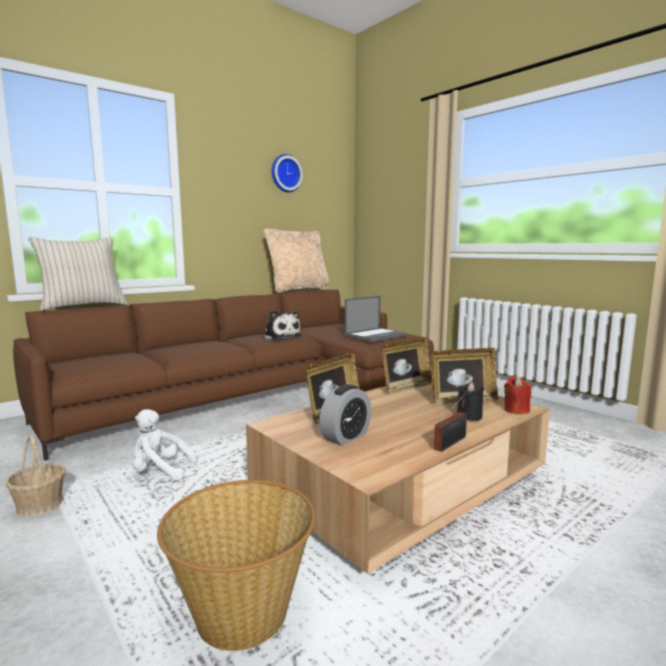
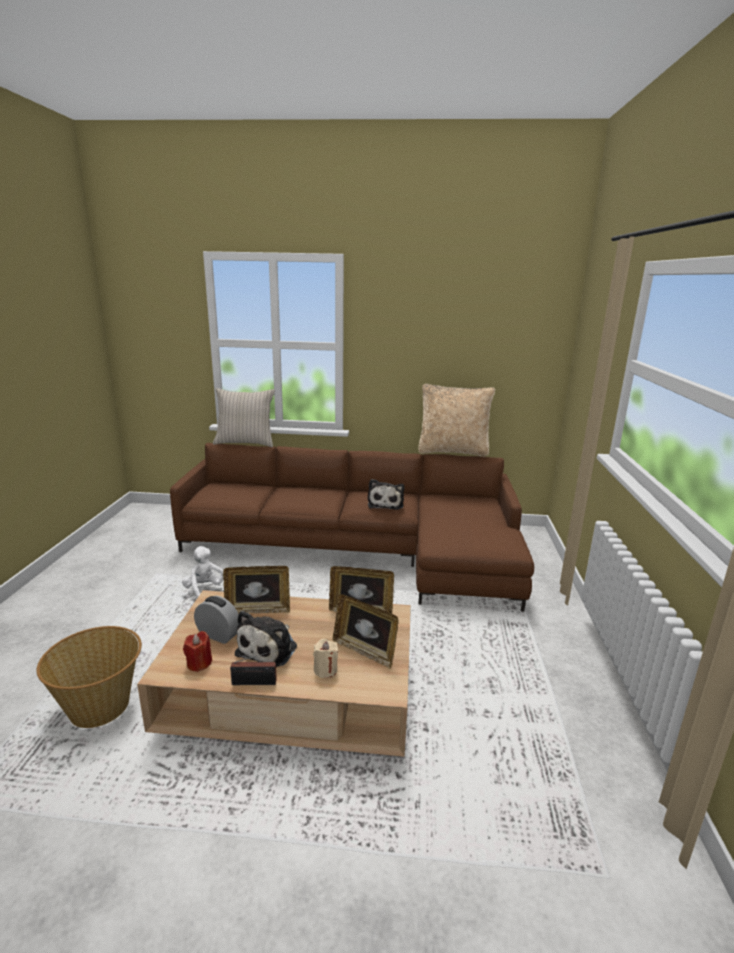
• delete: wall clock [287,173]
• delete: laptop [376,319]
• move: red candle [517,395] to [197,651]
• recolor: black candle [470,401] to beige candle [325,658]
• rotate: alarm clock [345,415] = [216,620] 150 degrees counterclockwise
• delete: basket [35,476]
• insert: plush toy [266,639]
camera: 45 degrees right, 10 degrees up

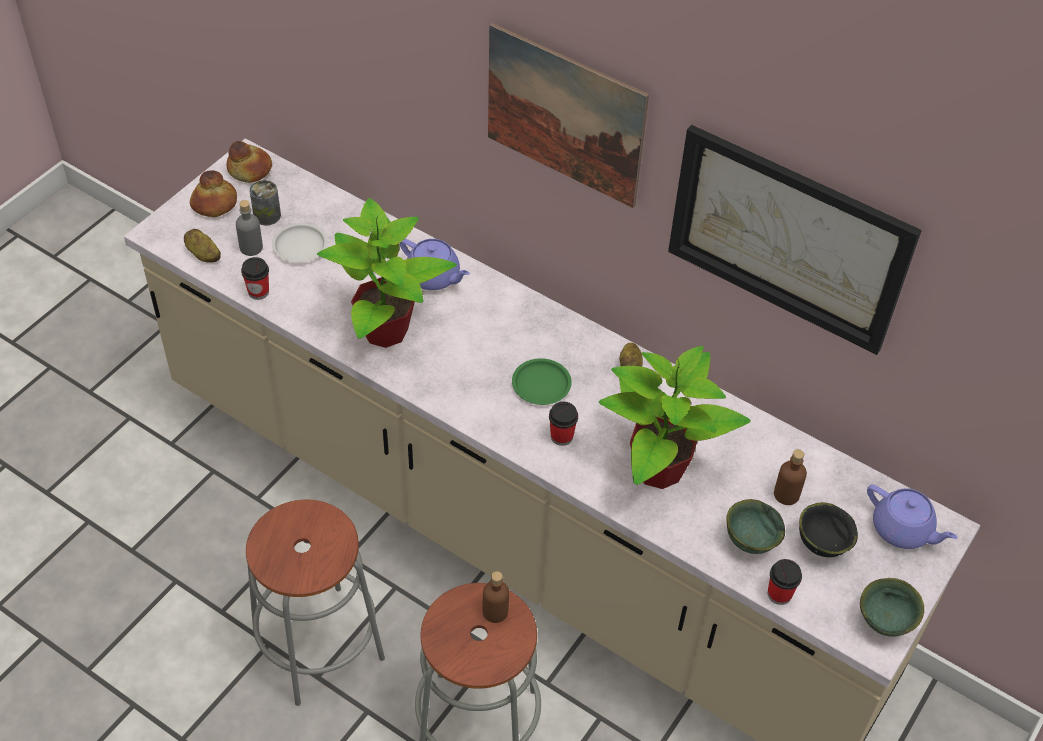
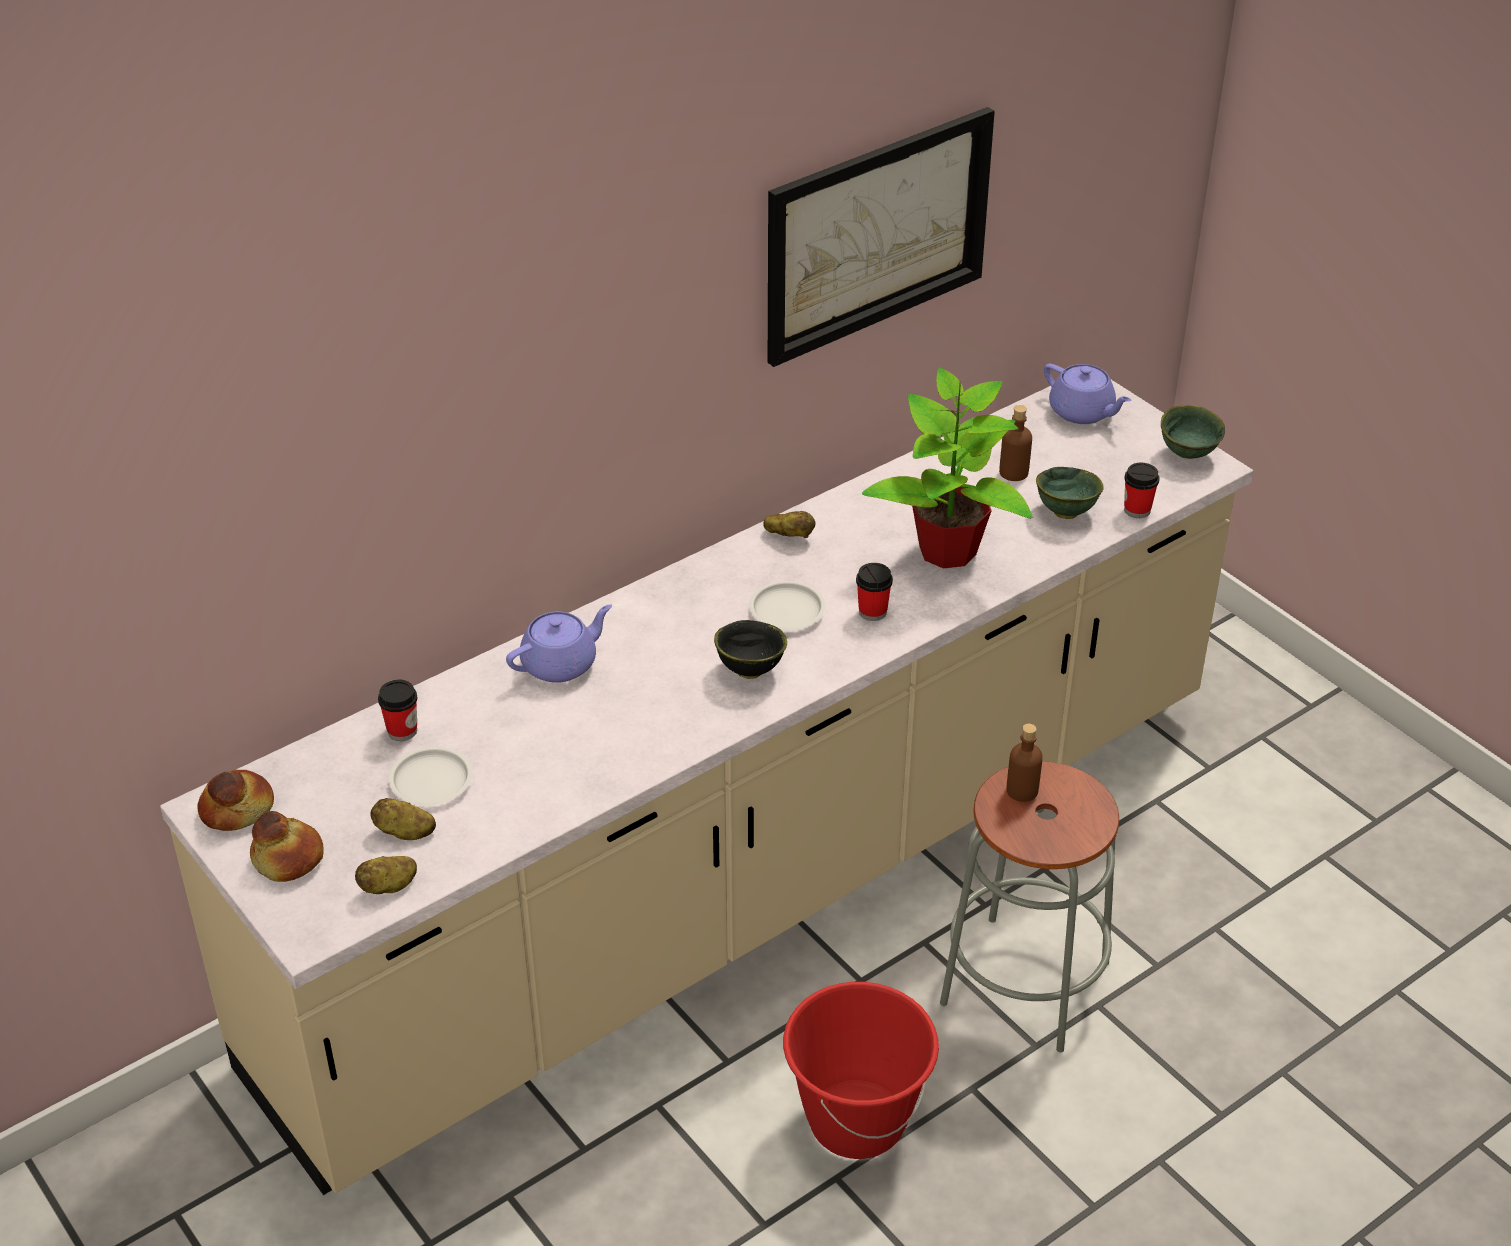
• delete: picture [568,115]
• delete: can [265,202]
• delete: potted plant [387,273]
• replace: grey bottle [249,228] to potato [403,819]
• move: cup [255,278] to [397,710]
• recolor: green plate [542,381] to white plate [787,605]
• rotate: purple teapot [912,517] = [1087,394] 75 degrees clockwise
• replace: grey stool [315,603] to red bucket [861,1070]
• move: black bowl [828,529] to [750,649]
camera: 70 degrees left, 10 degrees down

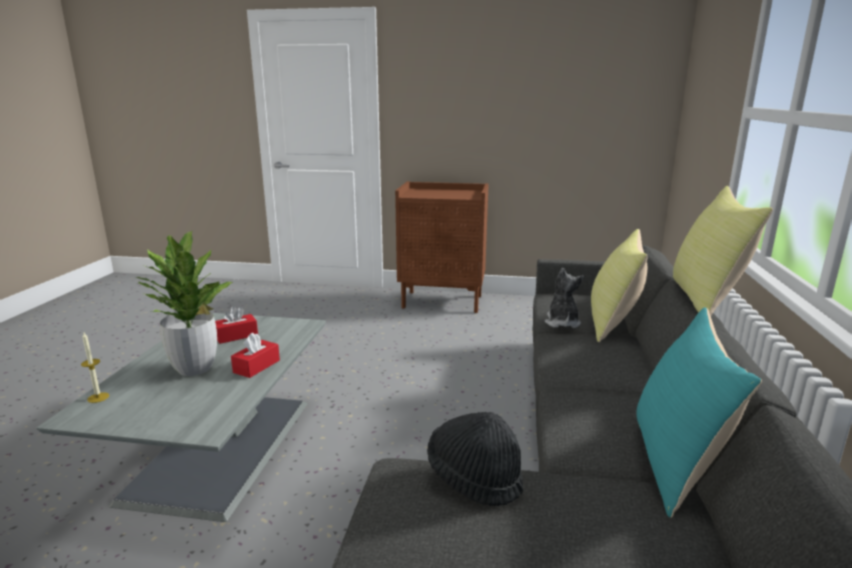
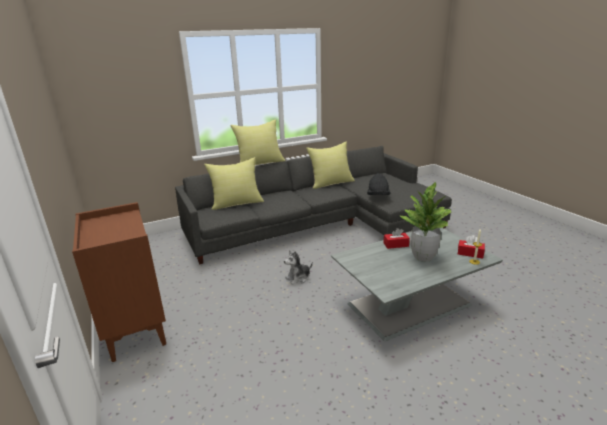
• move: plush toy [564,298] to [298,267]
• move: red tissue box [236,325] to [471,247]
• recolor: turquoise pillow [699,412] to yellow pillow [330,165]
camera: 125 degrees left, 5 degrees up

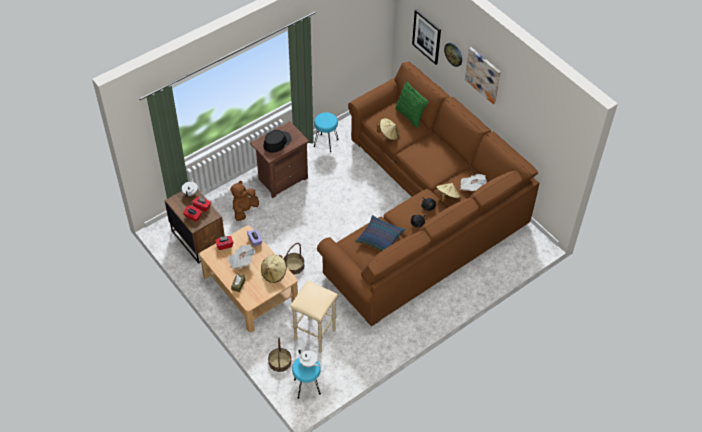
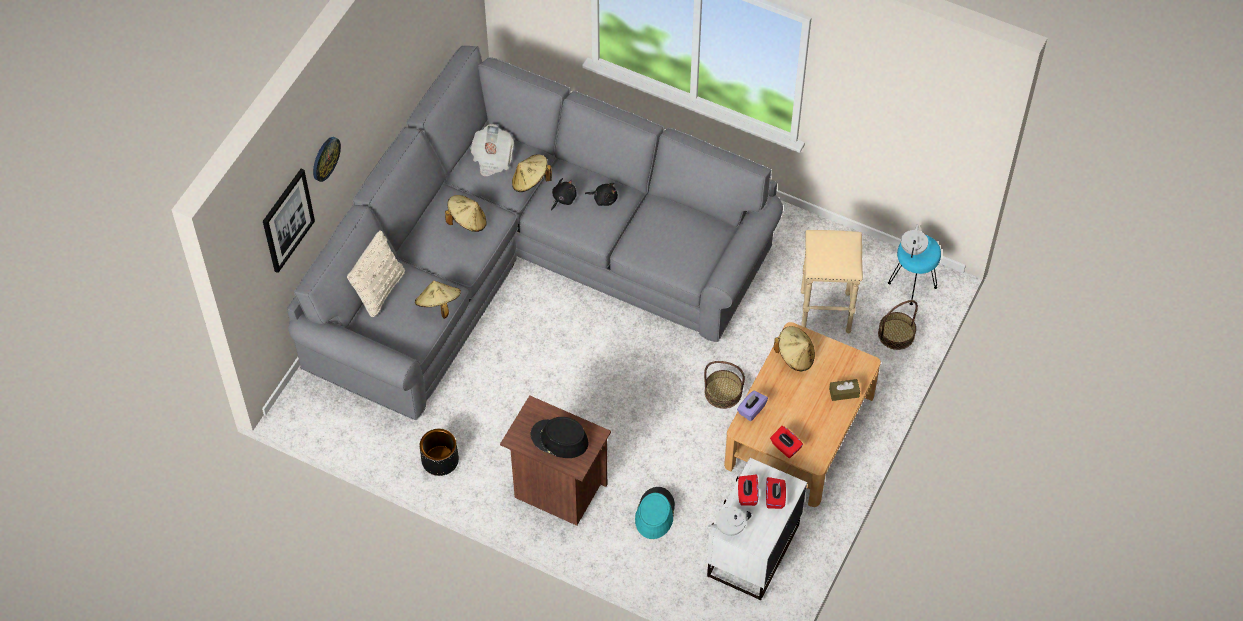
• delete: picture [483,75]
• recolor: brown sofa [428,194] to grey sofa [535,232]
• recolor: green pillow [412,105] to beige pillow [376,273]
• replace: turquoise stool [326,132] to black planter [439,452]
• replace: brown plush toy [244,201] to turquoise hat [655,513]
• recolor: brown nightstand [194,227] to white nightstand [757,529]
• delete: blue pillow [380,233]
• delete: newspaper [241,257]
• insert: beige hat [466,213]
camera: 115 degrees left, 5 degrees up

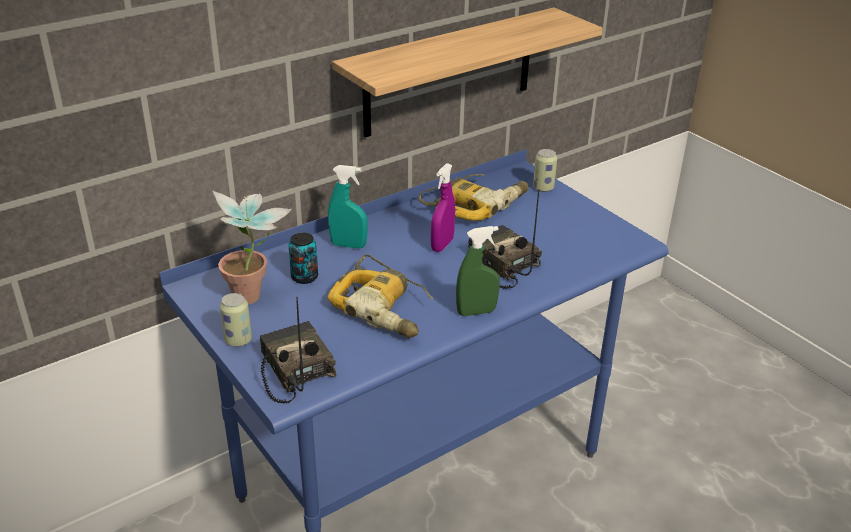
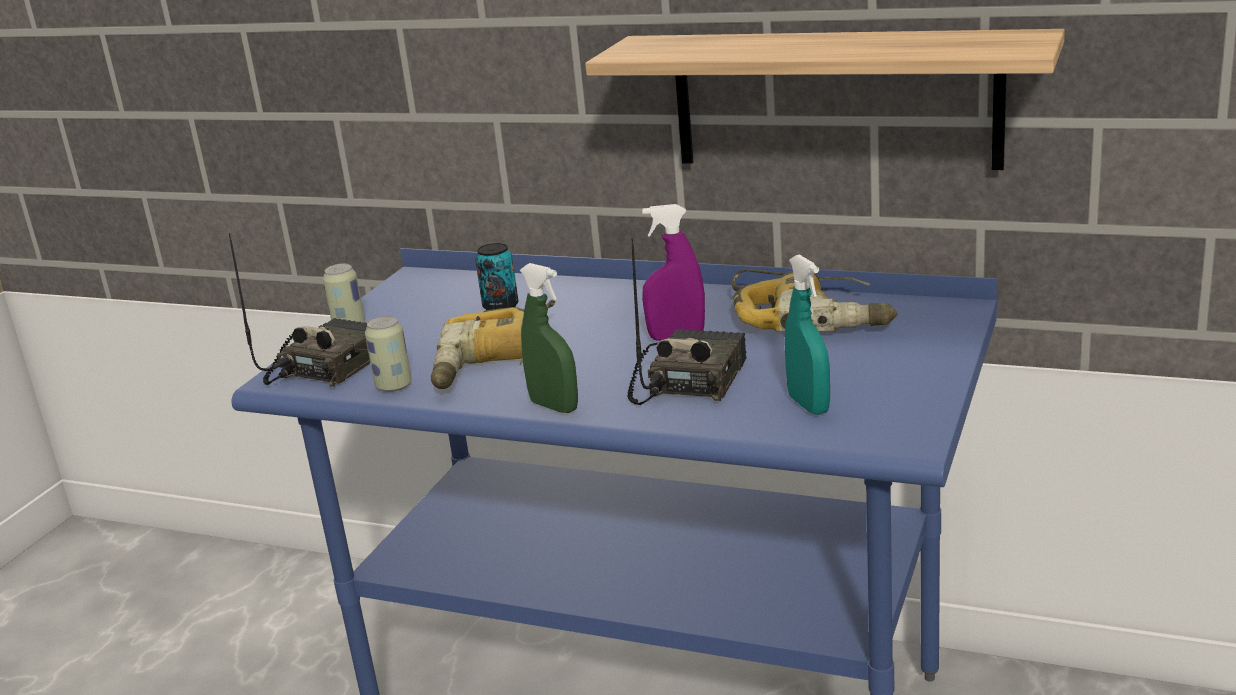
• move: can [545,170] to [388,354]
• move: turquoise spray bottle [348,207] to [807,335]
• delete: potted plant [252,247]
camera: 60 degrees right, 10 degrees down

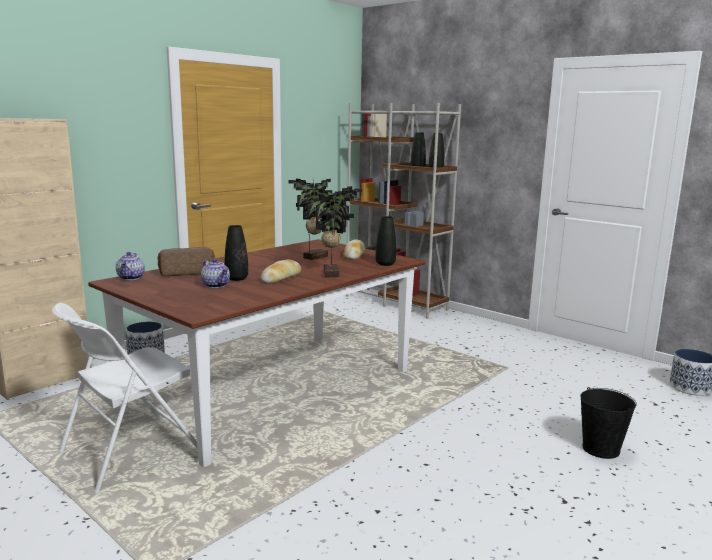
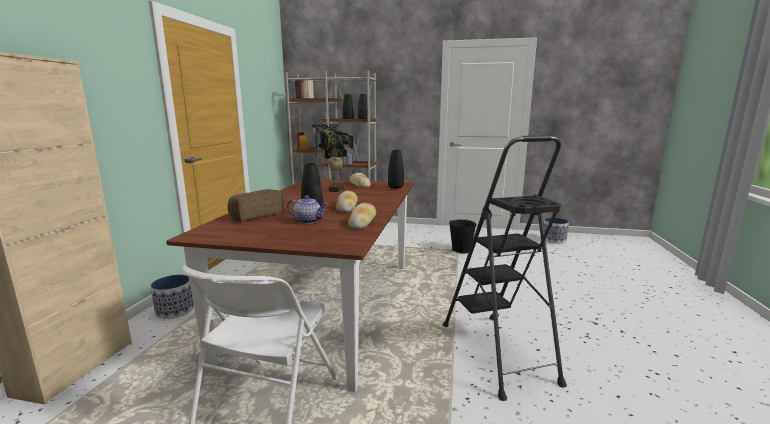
• delete: potted plant [335,231]
• delete: teapot [130,266]
• move: black bucket [608,423] to [462,236]
• insert: step ladder [504,268]
• insert: bread [362,216]
camera: 30 degrees left, 0 degrees up

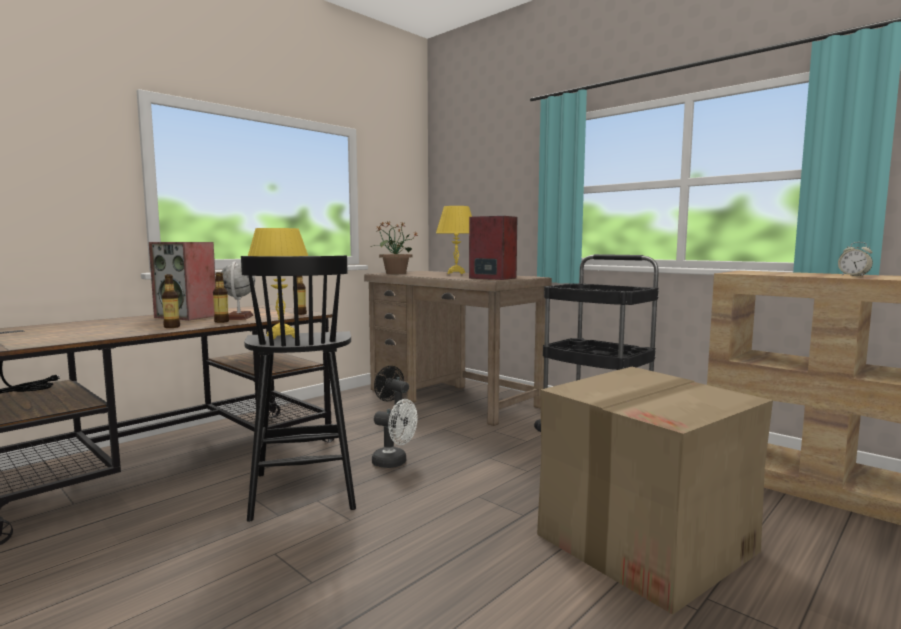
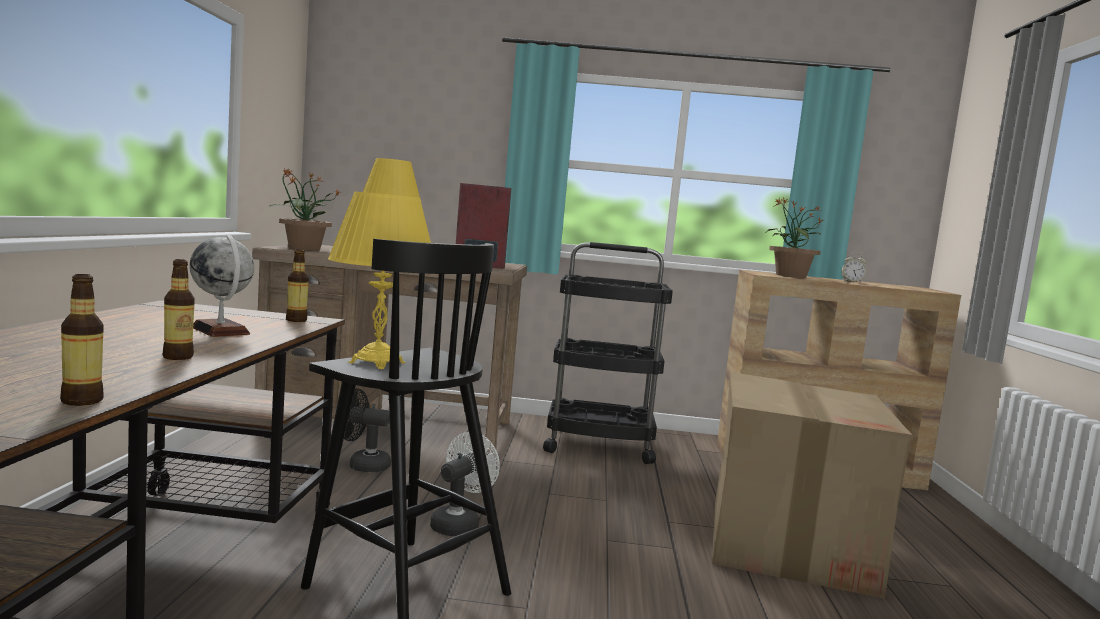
• delete: speaker [182,281]
• move: bottle [221,297] to [82,340]
• rotate: white fan [394,433] = [465,484] 45 degrees counterclockwise
• insert: potted plant [795,237]
camera: 40 degrees left, 0 degrees up

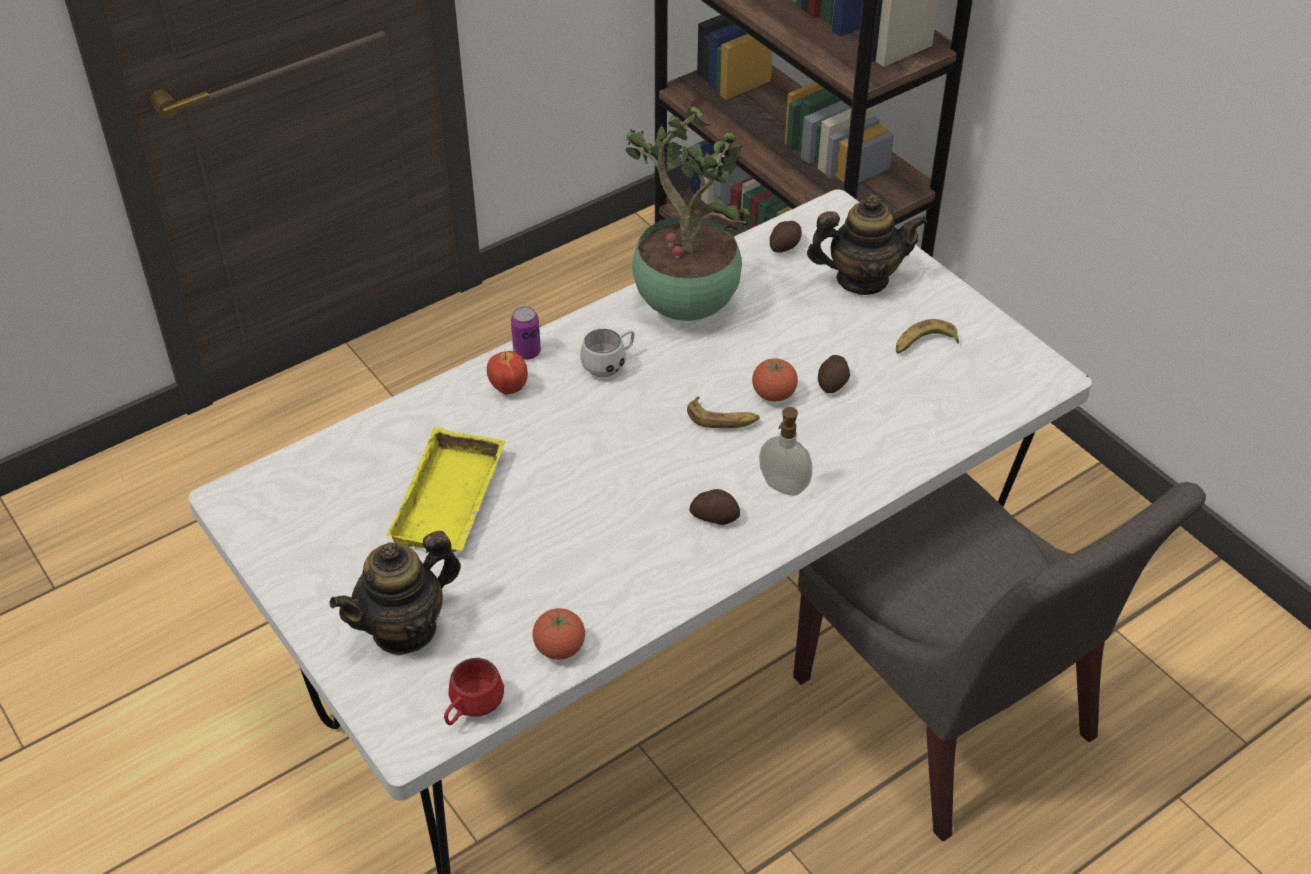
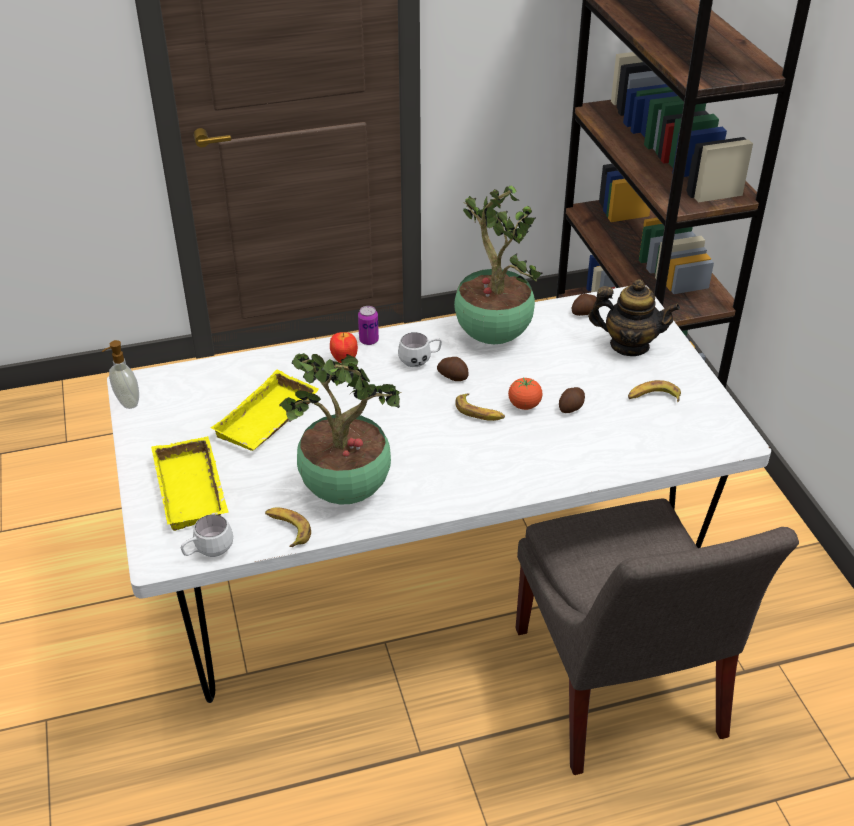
• move: soap dispenser [785,451] to [120,374]
• move: potato [714,507] to [453,369]
• replace: teapot [395,593] to yellow tray [190,483]
• replace: tomato [559,634] to banana [288,527]
• recolor: red mug [474,691] to white mug [207,535]
• insert: potted plant [340,429]
camera: 20 degrees right, 5 degrees down

